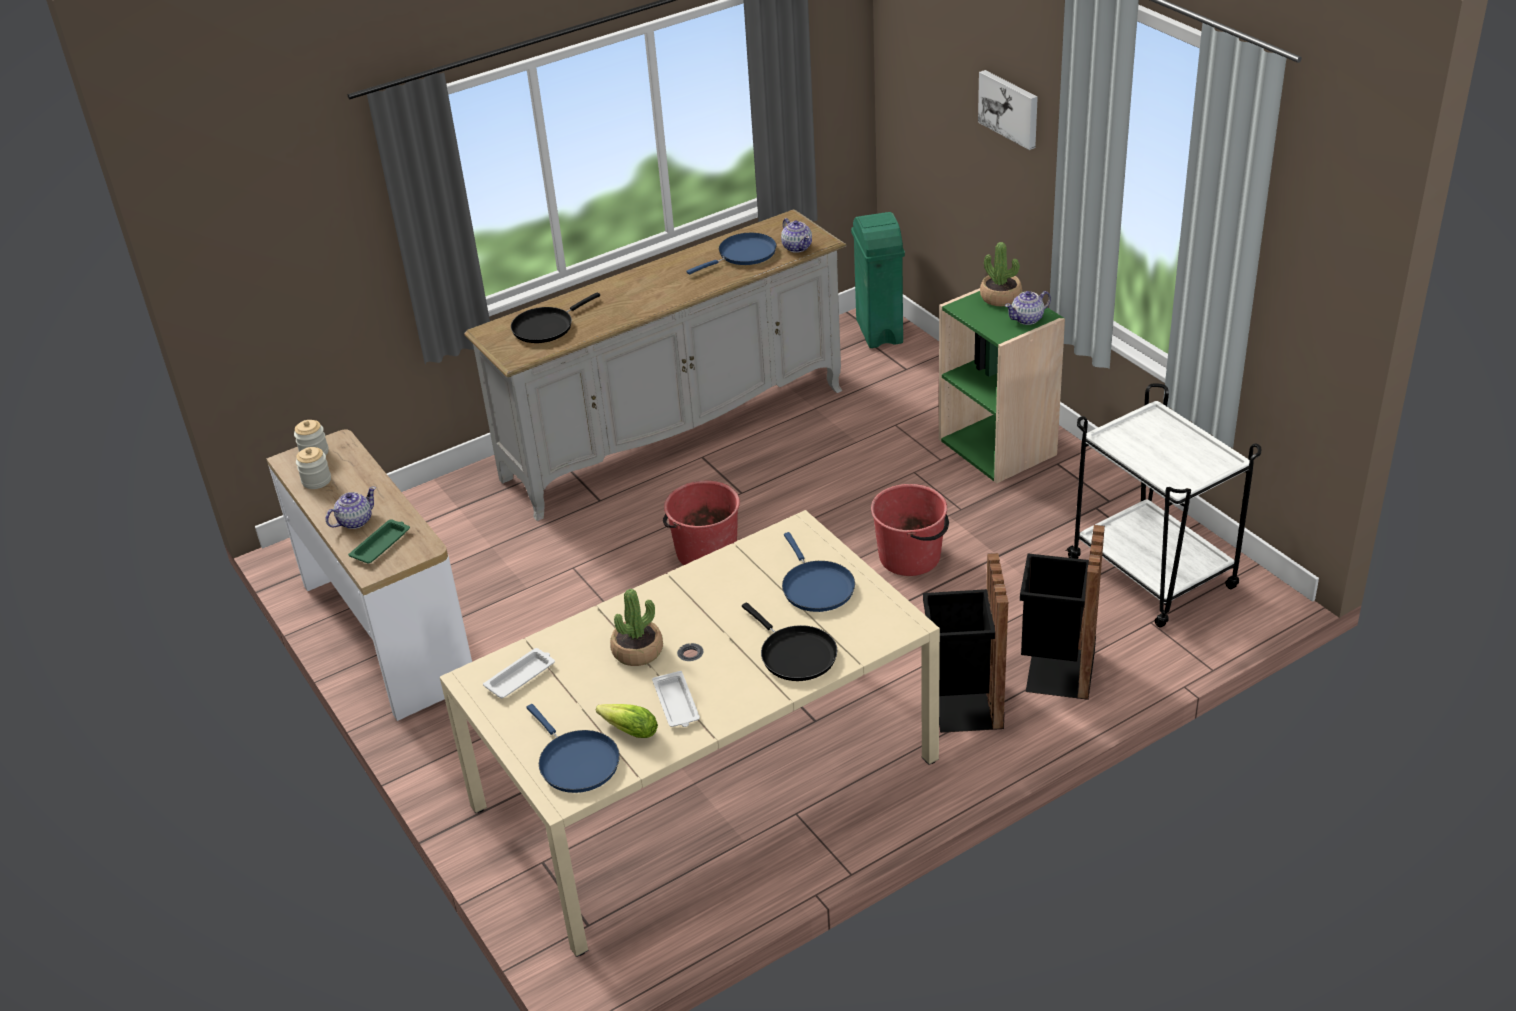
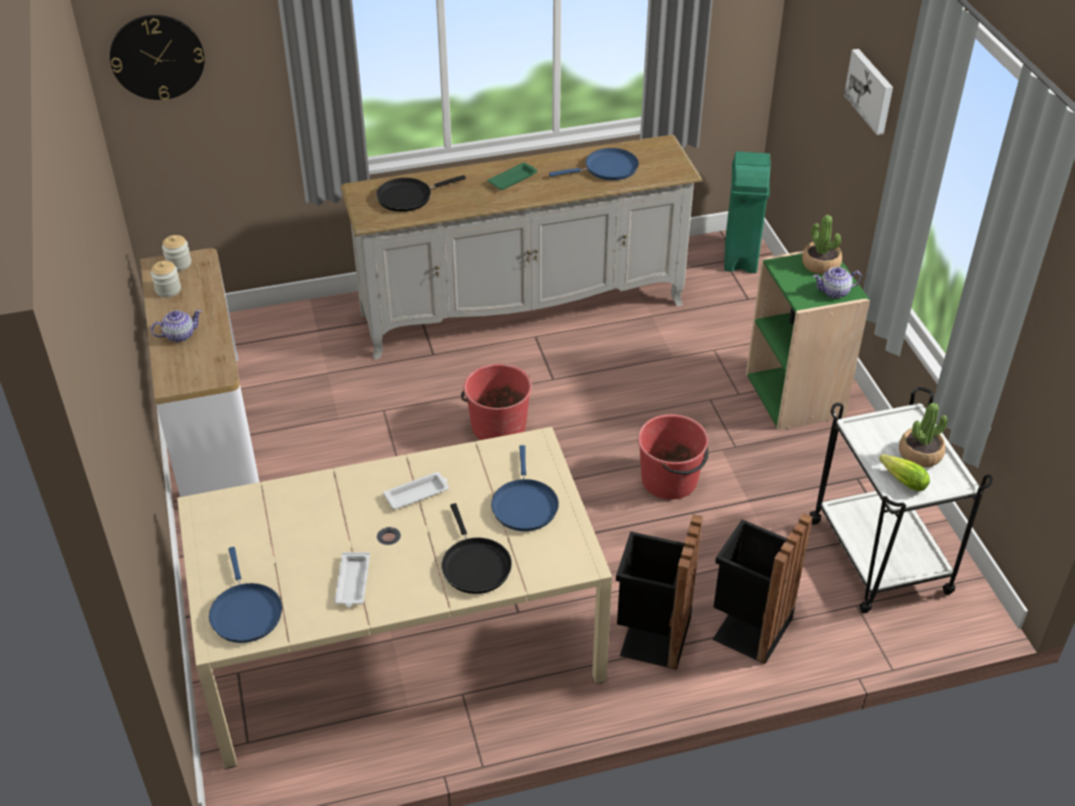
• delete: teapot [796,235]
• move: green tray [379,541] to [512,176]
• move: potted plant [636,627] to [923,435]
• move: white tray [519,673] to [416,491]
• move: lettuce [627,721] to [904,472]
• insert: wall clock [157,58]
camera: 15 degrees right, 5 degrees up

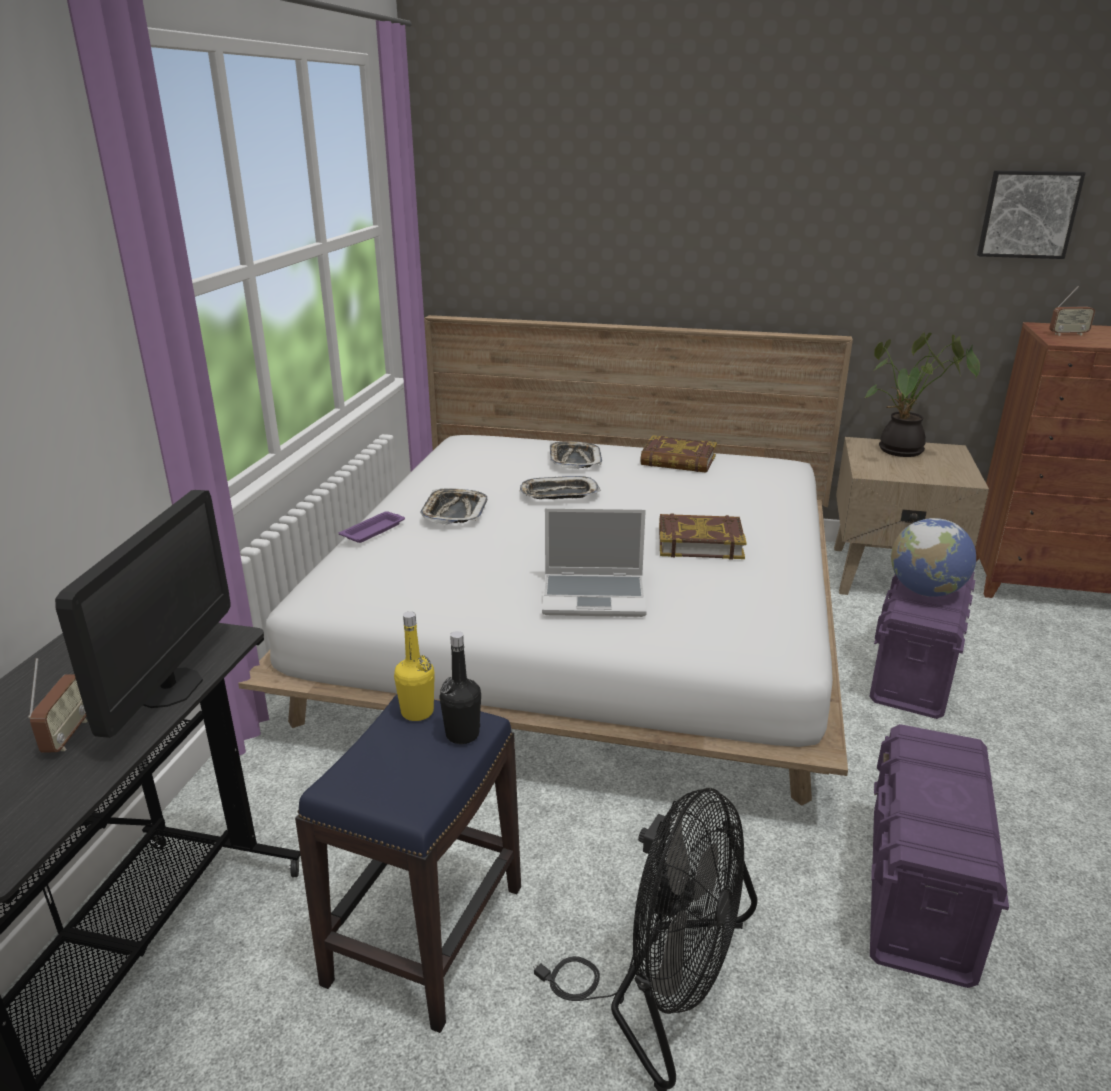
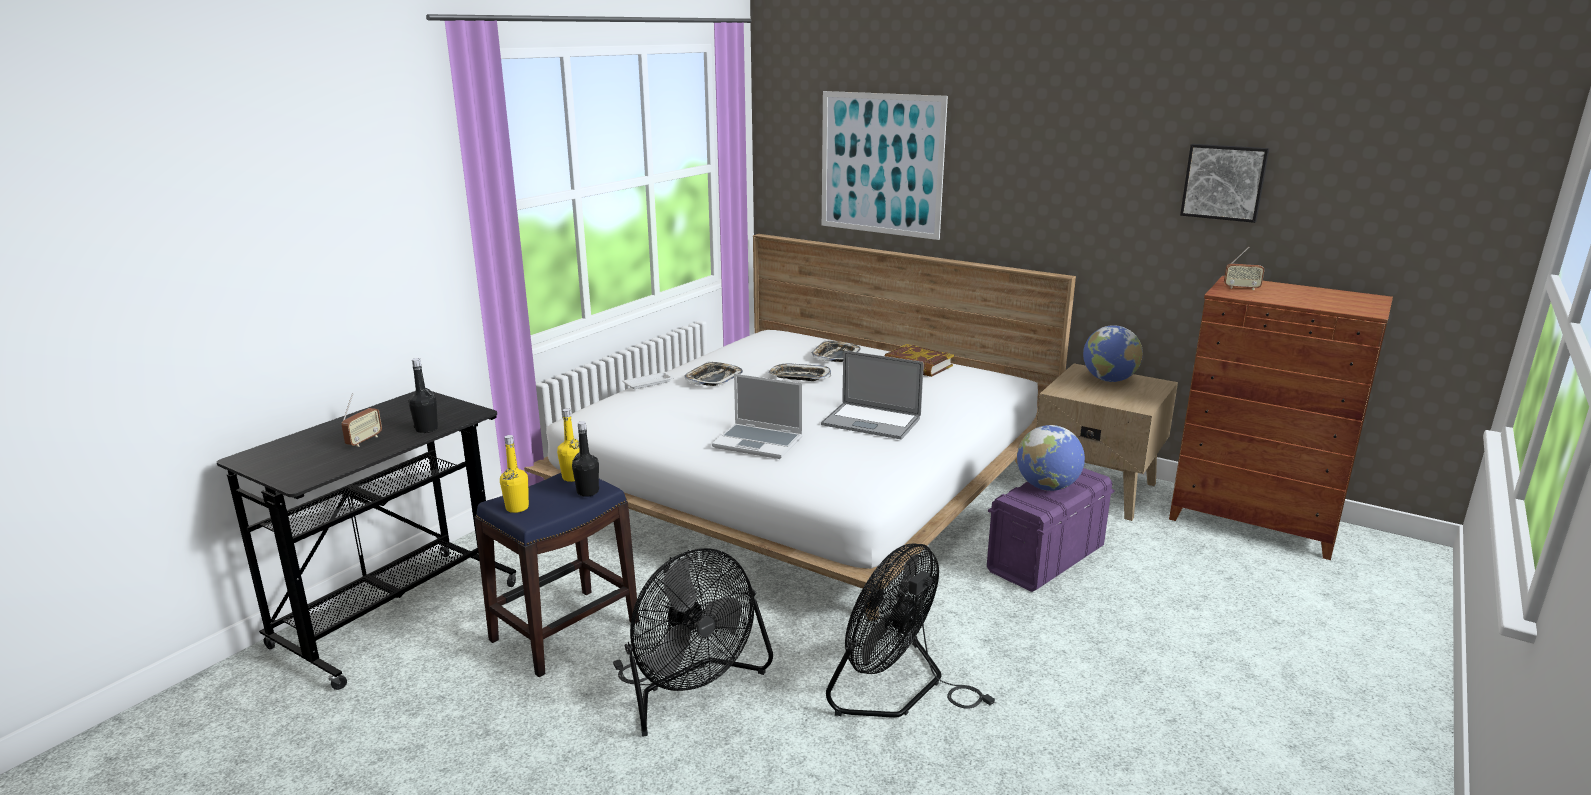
• replace: potted plant [922,395] to globe [1113,353]
• replace: monitor [142,614] to black bottle [423,395]
• recolor: purple tray [371,527] to white tray [648,380]
• replace: book [703,536] to laptop [872,395]
• replace: purple storage box [939,856] to black fan [911,631]
• insert: picture [885,165]
• insert: yellow bottle [514,474]
camera: 20 degrees right, 5 degrees down

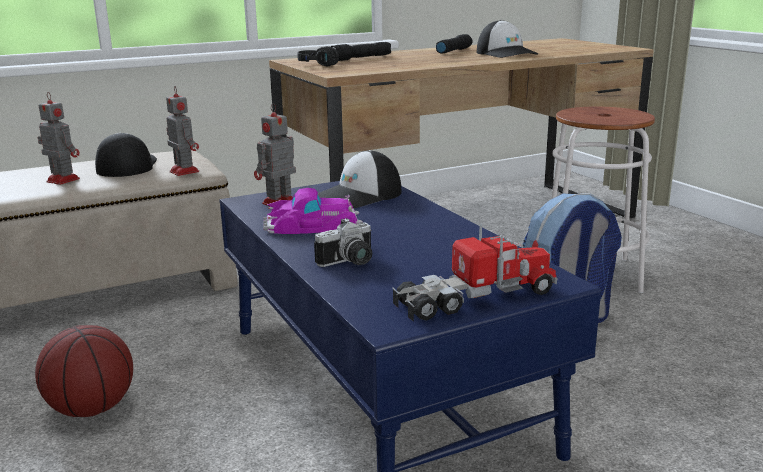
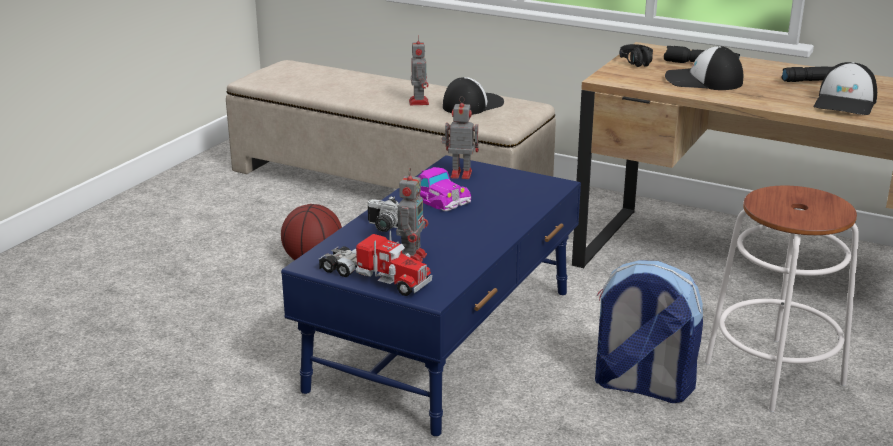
• move: toy robot [182,131] to [412,215]
• move: cap [359,179] to [704,68]
camera: 55 degrees right, 5 degrees up

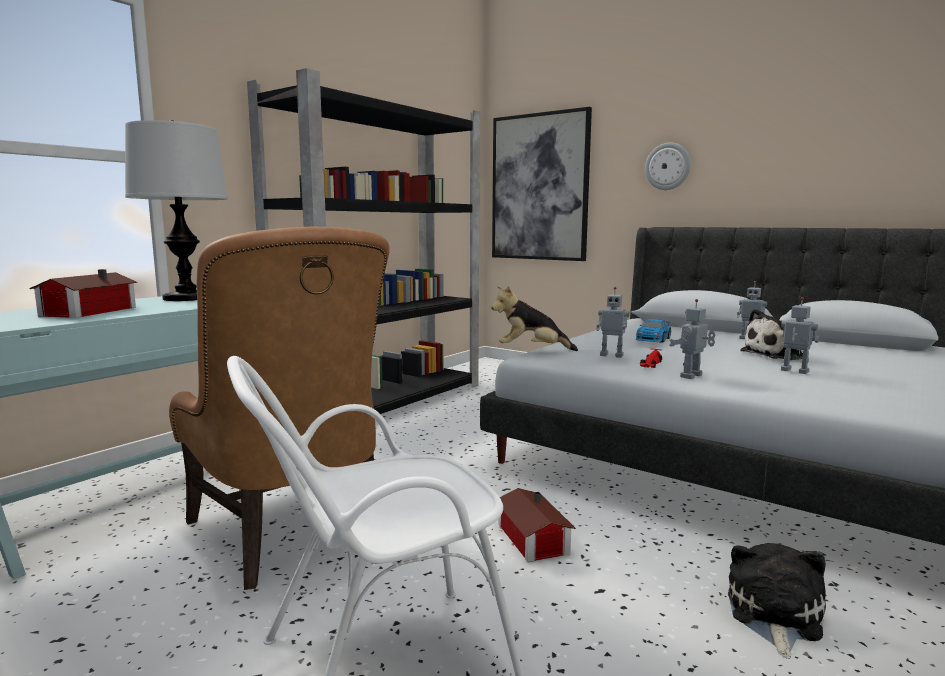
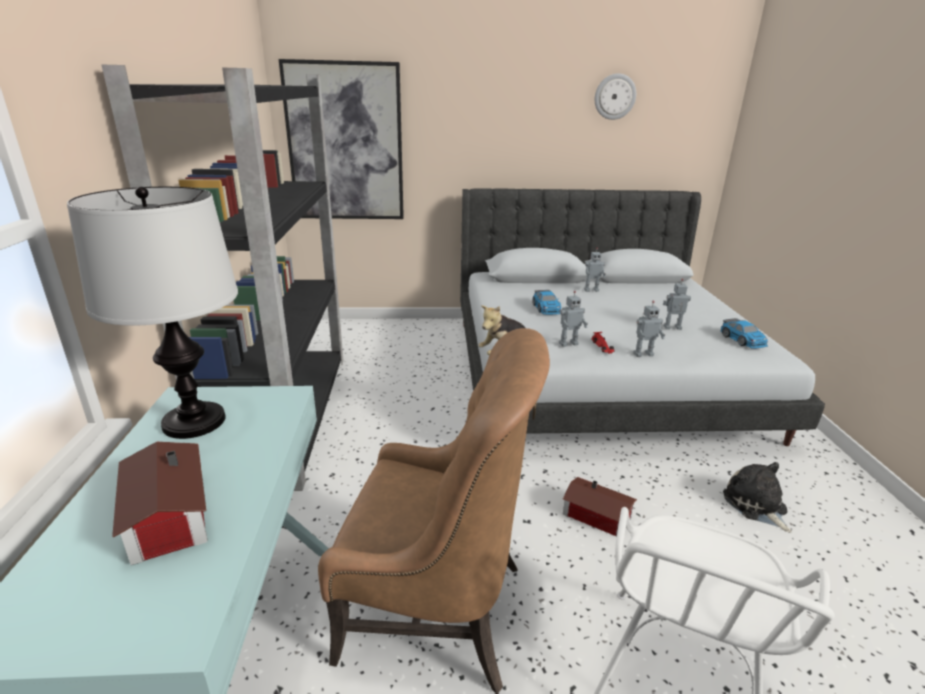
• move: wall clock [668,166] to [615,96]
• rotate: toy robot [692,339] = [649,329] 105 degrees counterclockwise
• delete: plush toy [772,334]
• insert: toy car [744,333]
camera: 40 degrees left, 15 degrees up

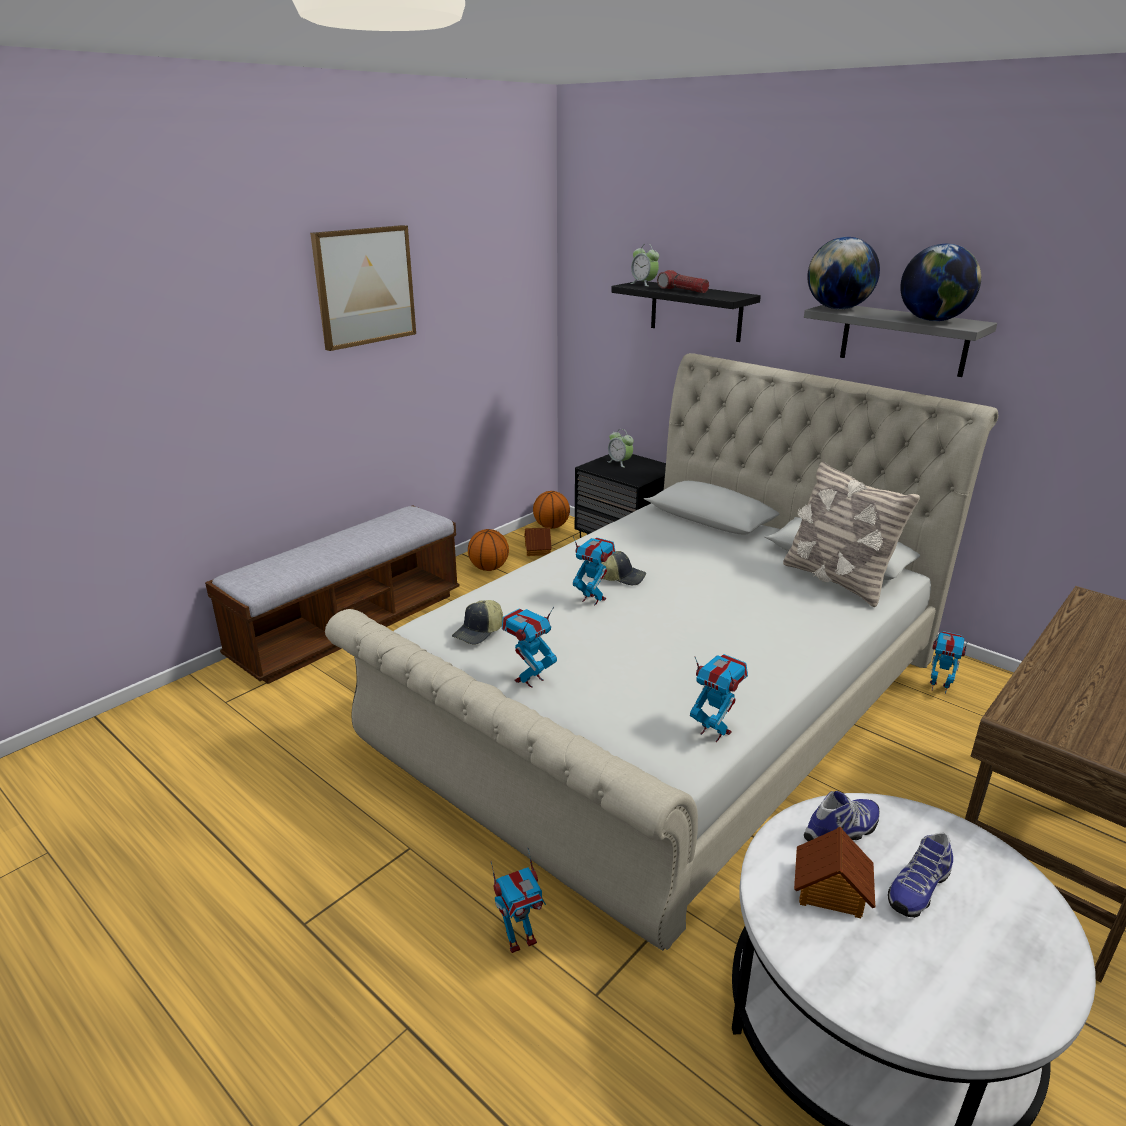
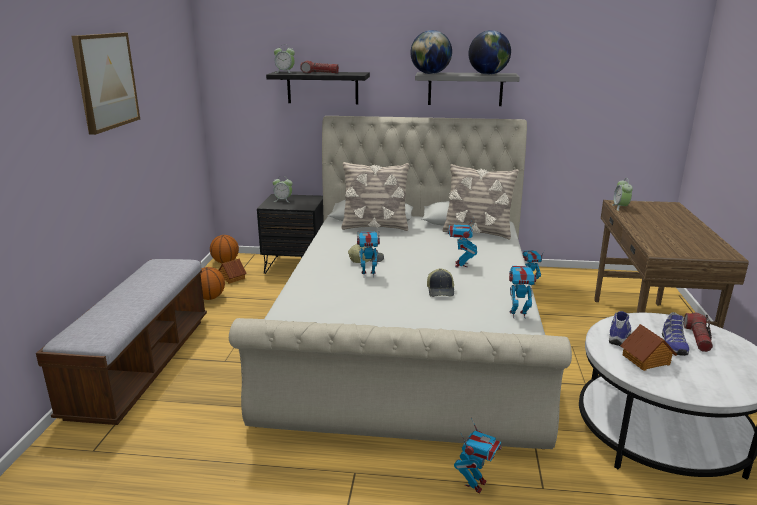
• move: cap [477,622] to [440,283]
• move: toy robot [529,647] to [462,243]
• insert: beige pillow [375,196]
• insert: alarm clock [622,195]
• insert: flashlight [698,332]
camera: 35 degrees left, 5 degrees down

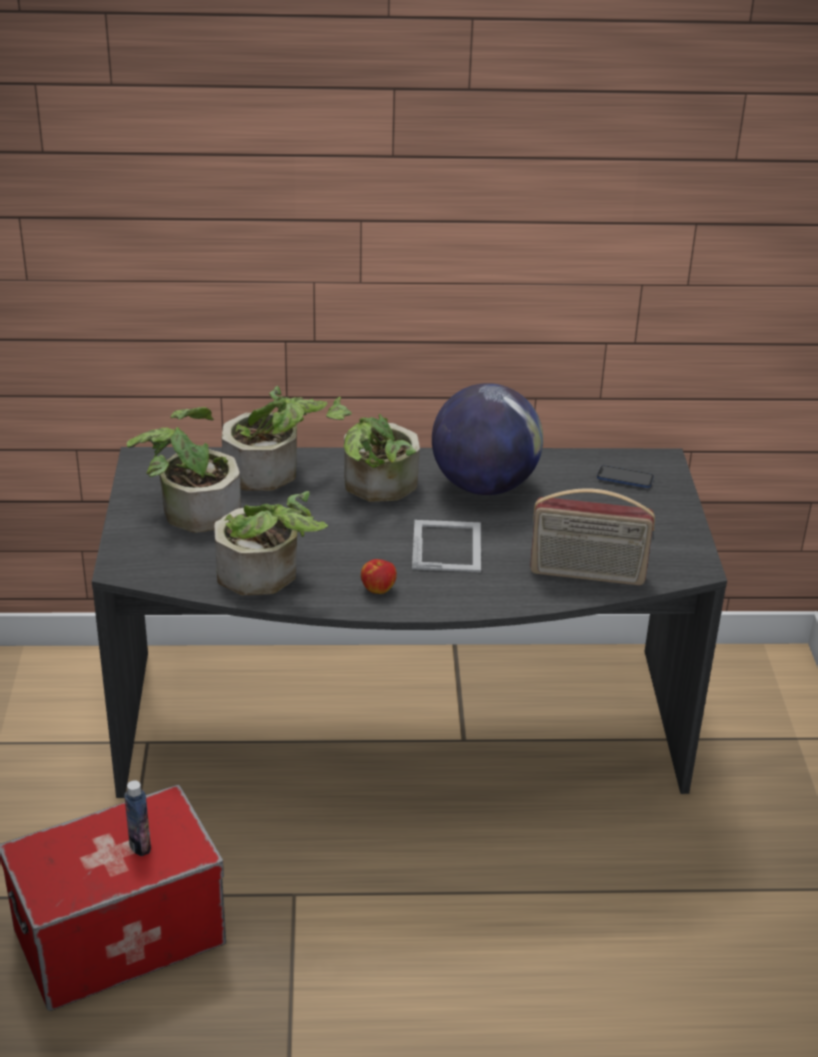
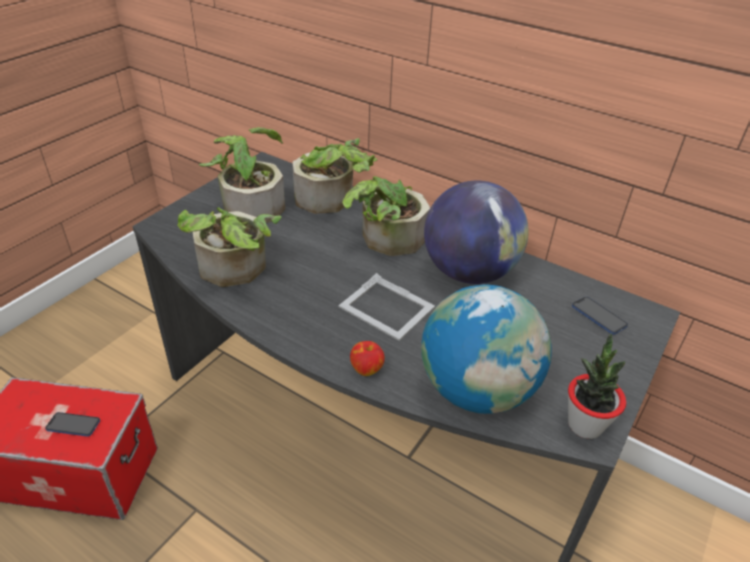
• replace: radio [592,537] to globe [486,349]
• rotate: picture frame [446,546] = [387,307] 90 degrees clockwise
• move: apple [379,576] to [367,358]
• replace: bottle [137,818] to phone [72,424]
• insert: potted plant [597,386]
camera: 35 degrees right, 5 degrees up

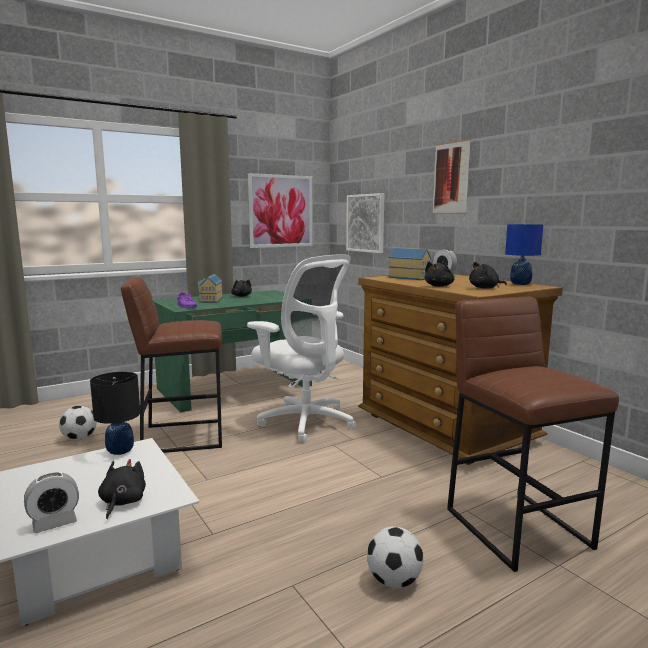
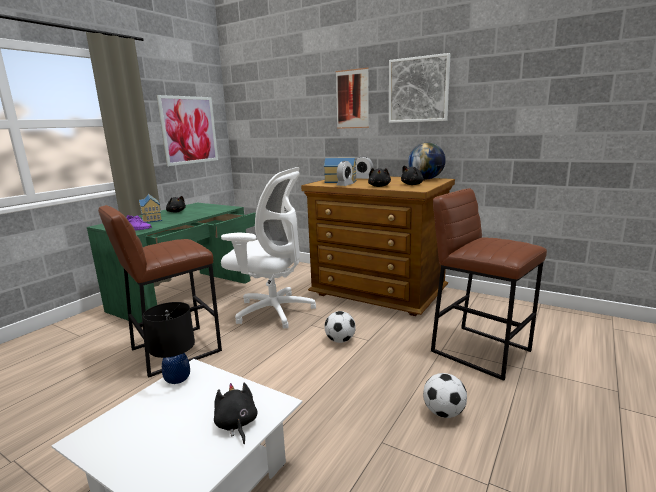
• move: picture [365,223] to [419,88]
• replace: blue table lamp [524,254] to globe [426,161]
• move: football [78,423] to [340,327]
• move: alarm clock [51,502] to [345,173]
camera: 25 degrees left, 5 degrees up

